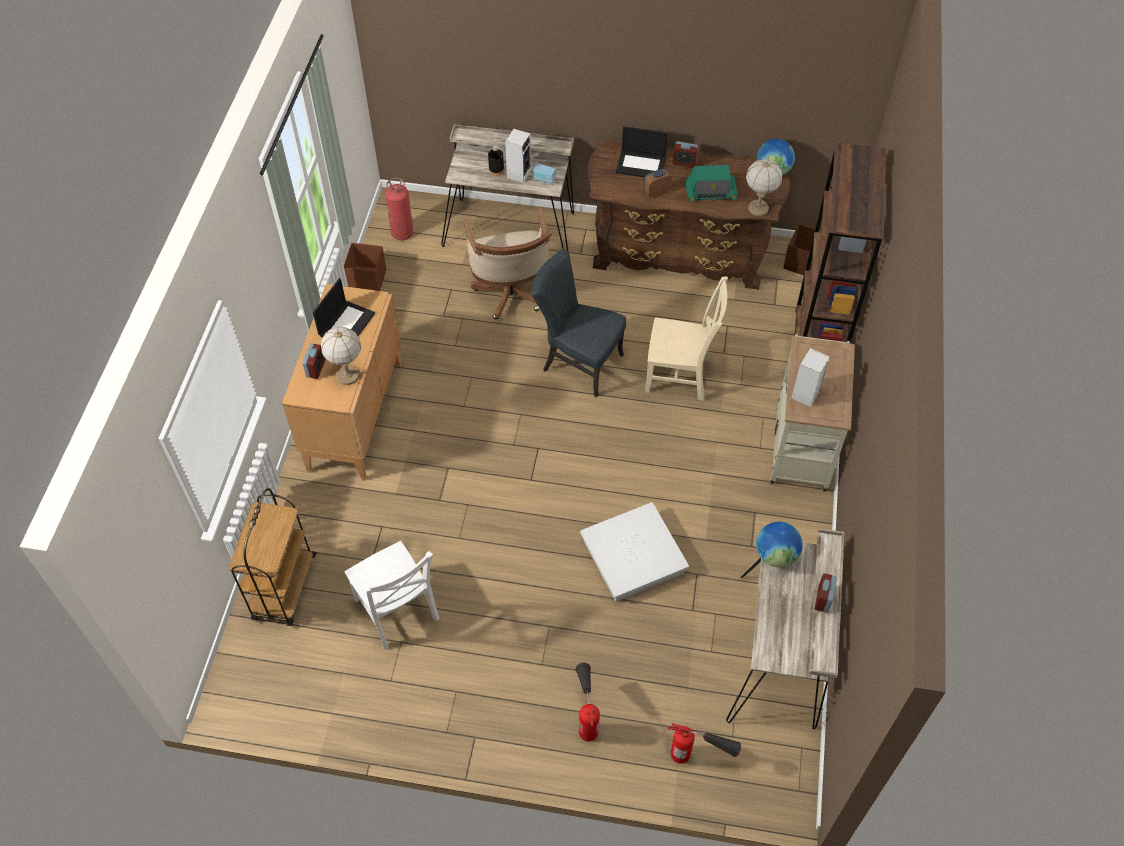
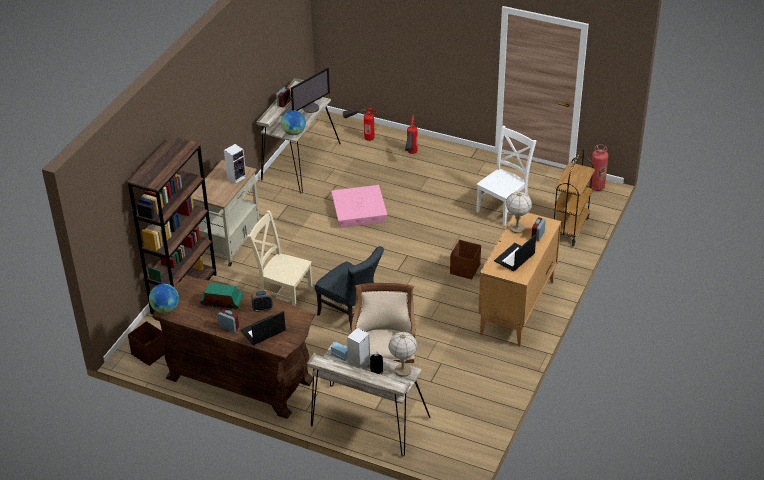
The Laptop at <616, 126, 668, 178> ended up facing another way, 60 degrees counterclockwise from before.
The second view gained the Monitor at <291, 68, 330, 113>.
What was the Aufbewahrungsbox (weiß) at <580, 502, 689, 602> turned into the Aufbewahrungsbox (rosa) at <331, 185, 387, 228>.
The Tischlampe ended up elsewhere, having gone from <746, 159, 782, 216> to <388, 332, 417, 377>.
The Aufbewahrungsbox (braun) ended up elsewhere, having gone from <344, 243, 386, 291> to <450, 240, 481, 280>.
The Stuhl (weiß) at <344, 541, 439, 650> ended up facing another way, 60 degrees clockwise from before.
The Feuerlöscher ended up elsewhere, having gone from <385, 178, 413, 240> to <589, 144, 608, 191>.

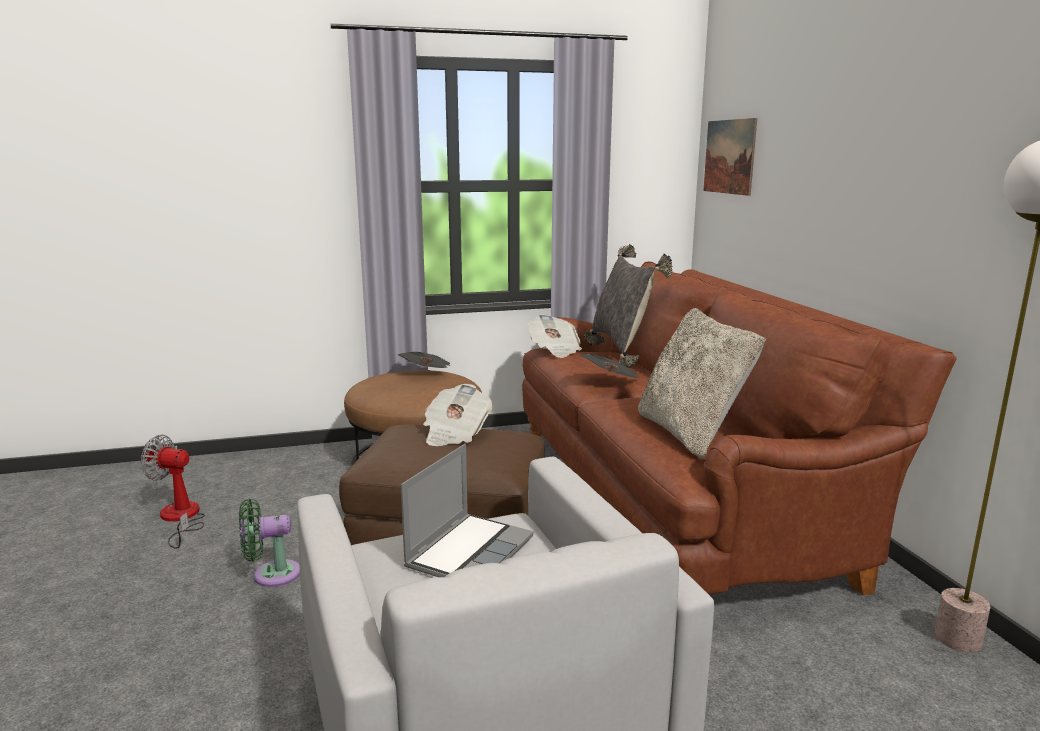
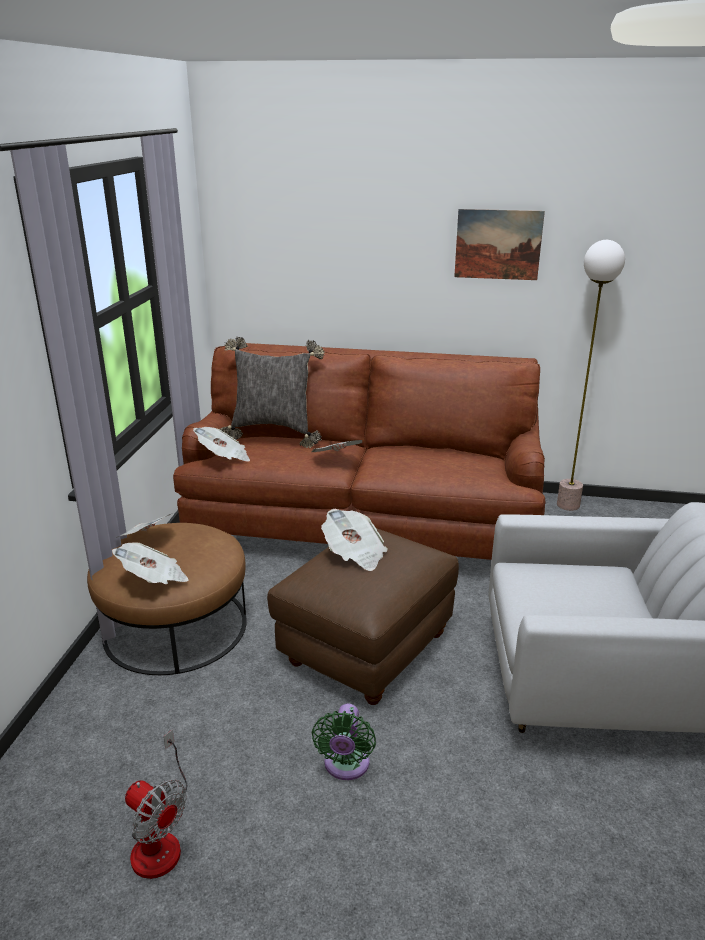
The second view gained the Zeitung at <112, 542, 189, 584>.
The Ventilator at <141, 435, 205, 549> ended up facing another way, 90 degrees counterclockwise from before.
The Bild ended up elsewhere, having gone from <703, 118, 757, 196> to <454, 209, 545, 280>.
The second view lost the Laptop at <400, 444, 534, 577>.
The second view lost the Kissen (beige) at <638, 308, 766, 458>.

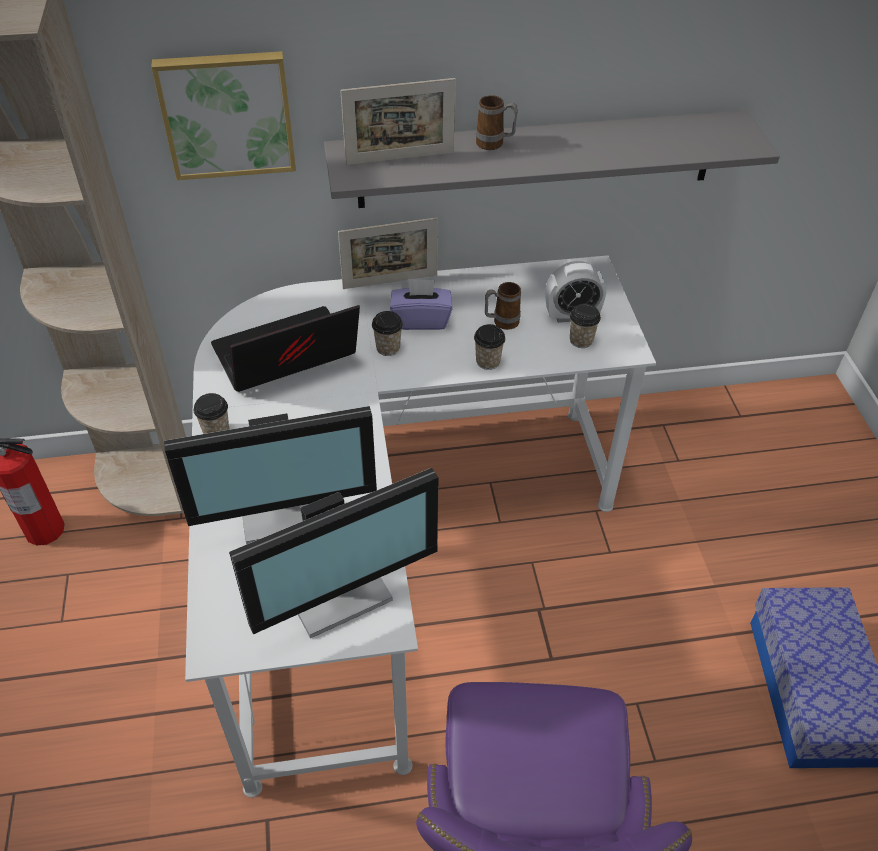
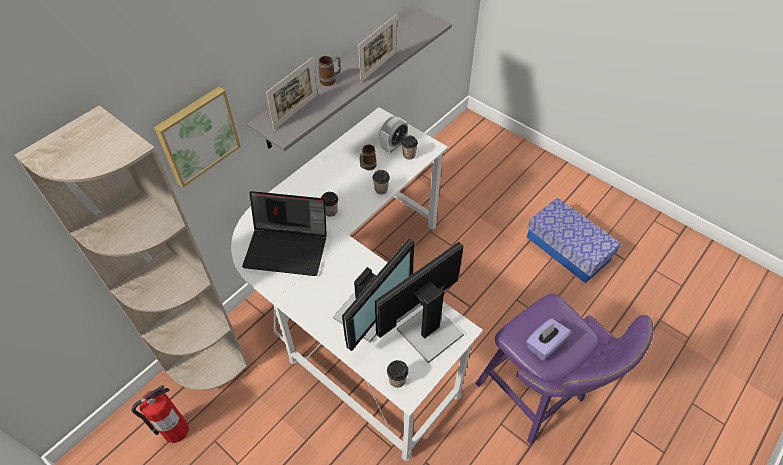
The Laptop at <211, 305, 360, 392> ended up facing another way, 105 degrees counterclockwise from before.
The Bilderrahmen ended up elsewhere, having gone from <338, 218, 438, 289> to <358, 15, 397, 83>.
The Monitor at <229, 468, 439, 638> ended up facing another way, 150 degrees counterclockwise from before.
The Tasse ended up elsewhere, having gone from <194, 393, 229, 434> to <387, 360, 409, 388>.
The Taschentuchbox (lila) ended up elsewhere, having gone from <390, 279, 452, 330> to <526, 318, 571, 361>.

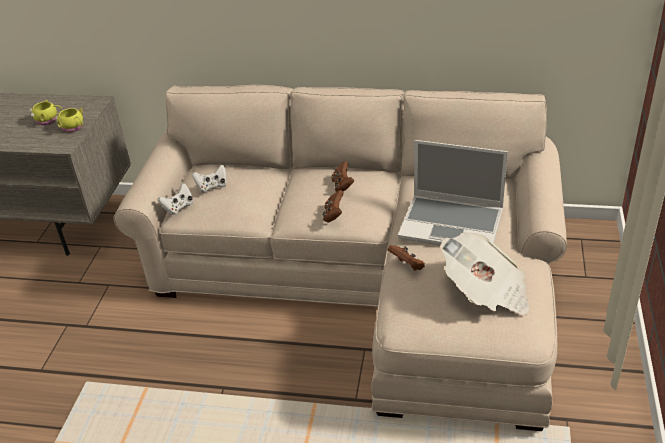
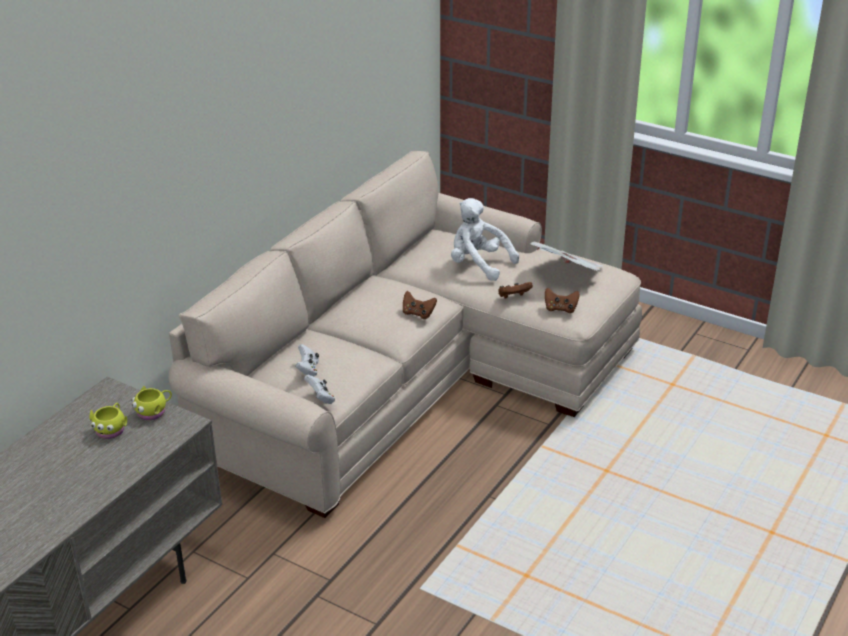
Where the Laptop stood at <398, 140, 508, 246>, the Plüschtier (weiß) came to stand at <451, 198, 519, 281>.
The Gamepad (braun) ended up elsewhere, having gone from <331, 161, 354, 192> to <545, 288, 579, 313>.

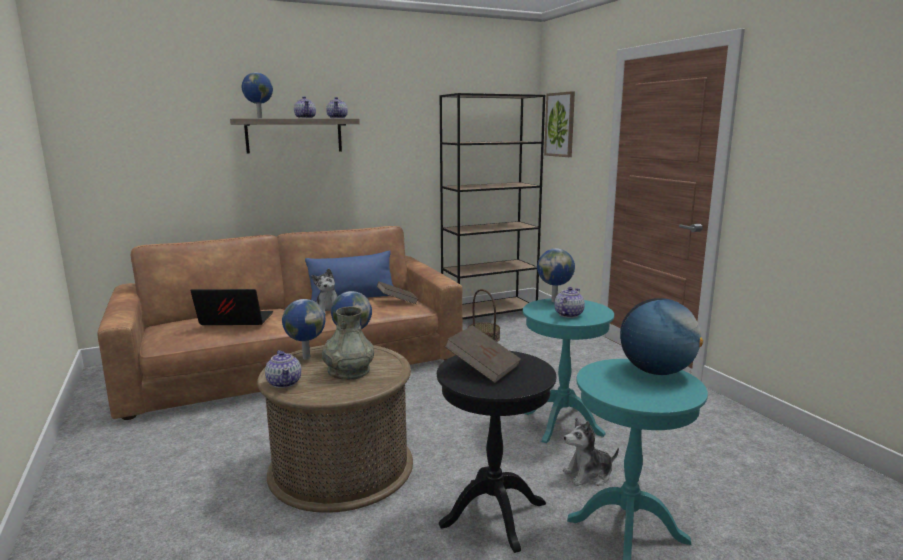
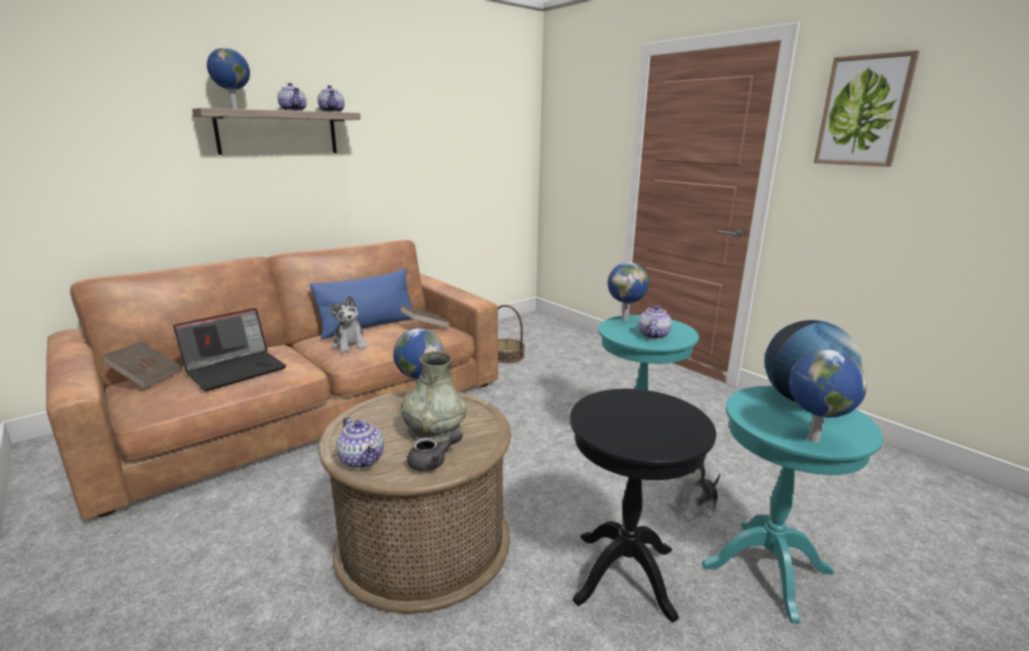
The Buch (braun) ended up elsewhere, having gone from <444, 325, 521, 383> to <103, 341, 182, 388>.
The Laptop at <190, 289, 273, 325> ended up facing another way, 150 degrees clockwise from before.
The second view gained the Teekanne (grau) at <407, 430, 463, 471>.
The Globus ended up elsewhere, having gone from <282, 299, 325, 360> to <789, 350, 867, 443>.
The Bild ended up elsewhere, having gone from <544, 91, 575, 157> to <814, 50, 919, 167>.
The second view lost the Bücherregal (beige) at <440, 93, 545, 320>.

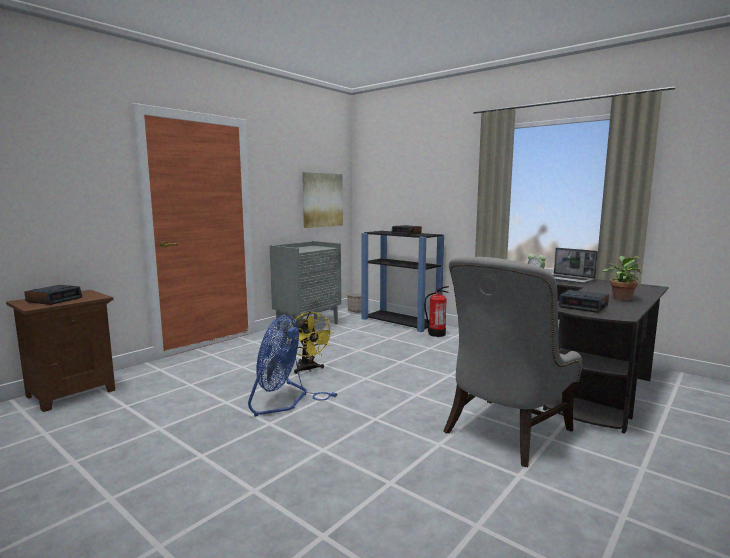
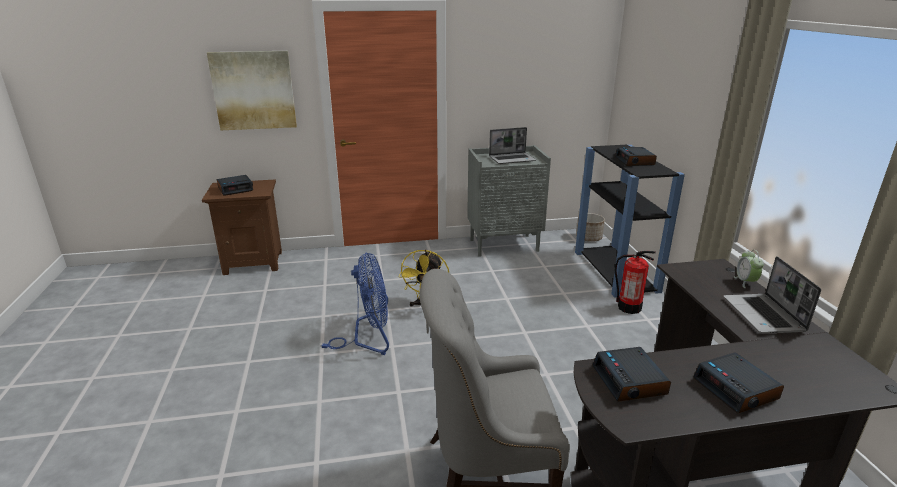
The Bild ended up elsewhere, having gone from <302, 172, 343, 228> to <207, 51, 297, 130>.
The Ventilator (blau) at <248, 315, 337, 417> ended up facing another way, 120 degrees clockwise from before.
The second view gained the Laptop at <489, 127, 536, 164>.
Where the Topfpflanze stood at <602, 256, 641, 301>, the Wecker came to stand at <693, 352, 784, 413>.

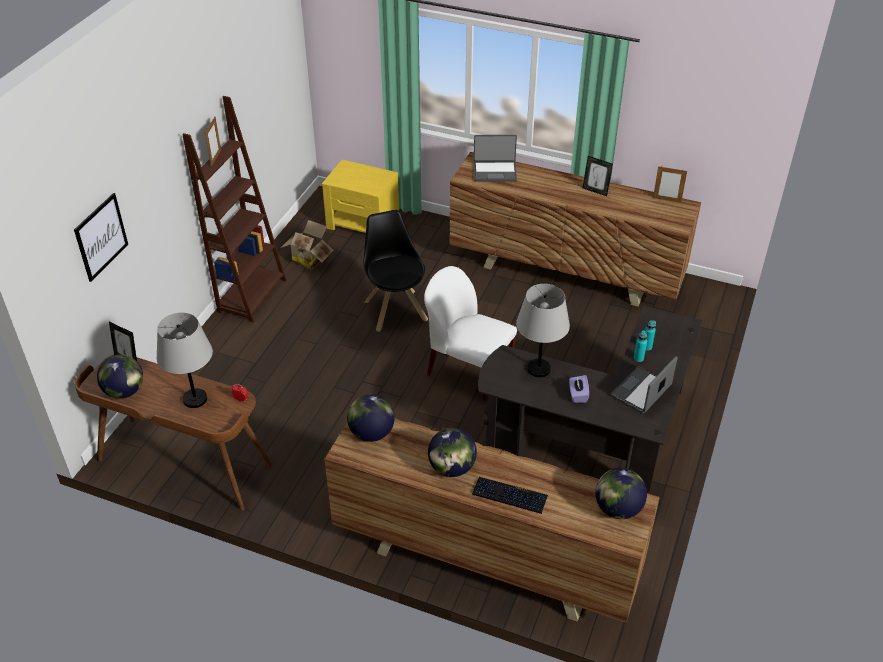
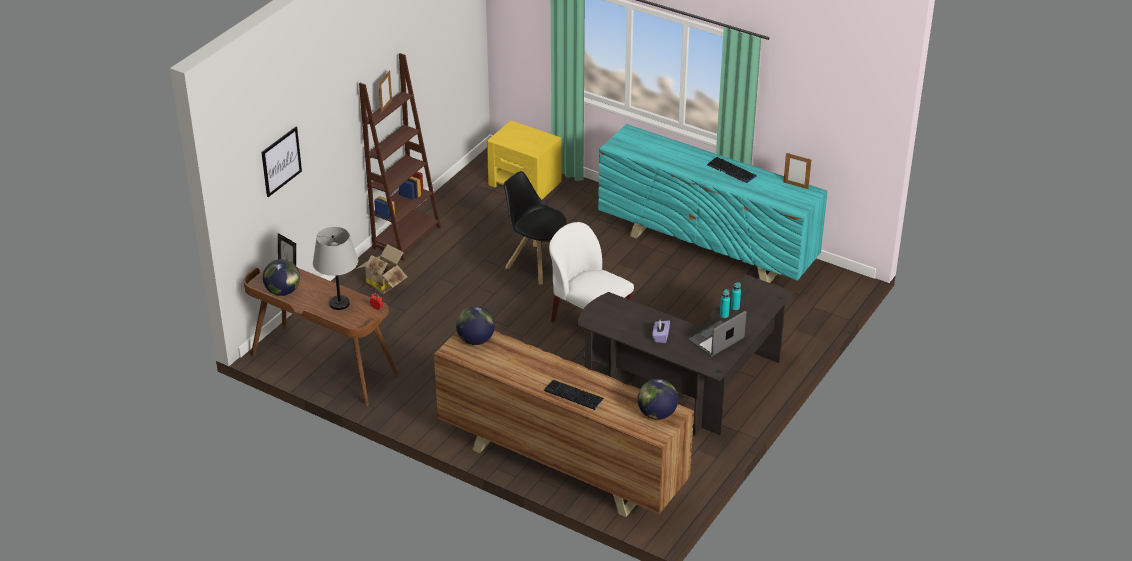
The Karton ended up elsewhere, having gone from <281, 220, 334, 270> to <356, 244, 407, 294>.
The Stuhl (schwarz) at <364, 210, 428, 332> ended up facing another way, 45 degrees counterclockwise from before.
What was the Schrank (braun) at <450, 152, 701, 307> turned into the Schrank (türkis) at <598, 124, 828, 283>.
Where the Bilderrahmen stood at <583, 156, 613, 196>, the Tastatur came to stand at <707, 157, 757, 183>.
The second view lost the Globus at <428, 428, 477, 477>.
The second view lost the Laptop at <474, 135, 517, 182>.
The second view lost the Tischlampe (grau) at <516, 284, 570, 377>.

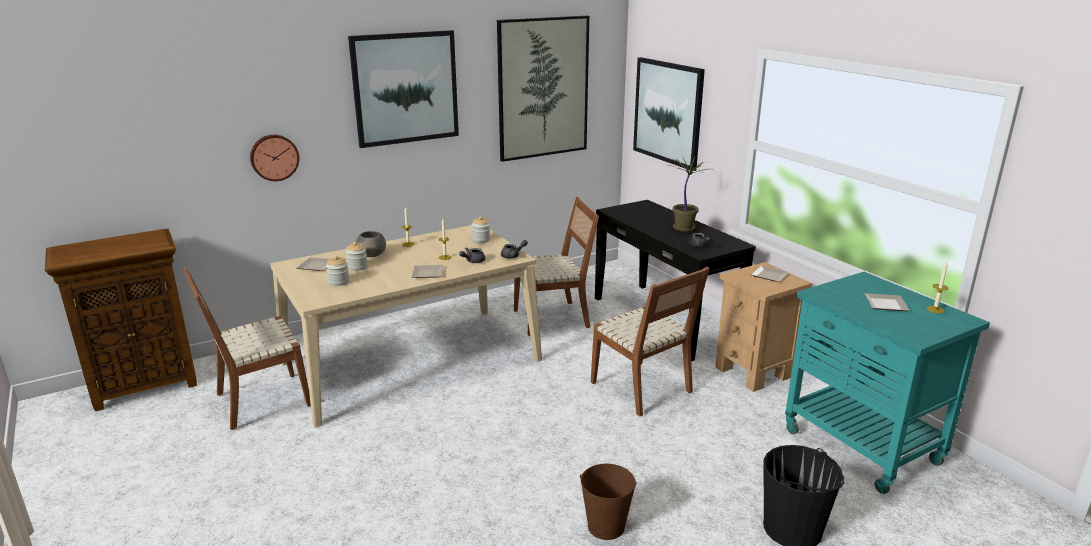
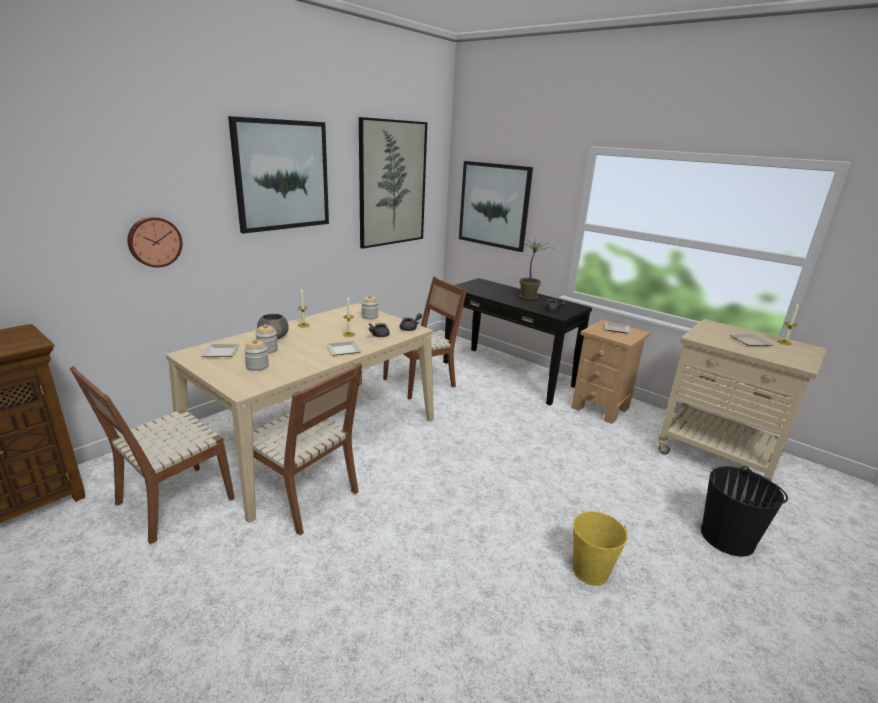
The Stuhl ended up elsewhere, having gone from <591, 267, 709, 416> to <253, 363, 362, 535>.
What was the Eimer (braun) at <580, 464, 637, 540> turned into the Eimer (gelb) at <573, 511, 628, 586>.
What was the Rollwagen (türkis) at <785, 272, 990, 494> turned into the Rollwagen (beige) at <658, 319, 827, 481>.

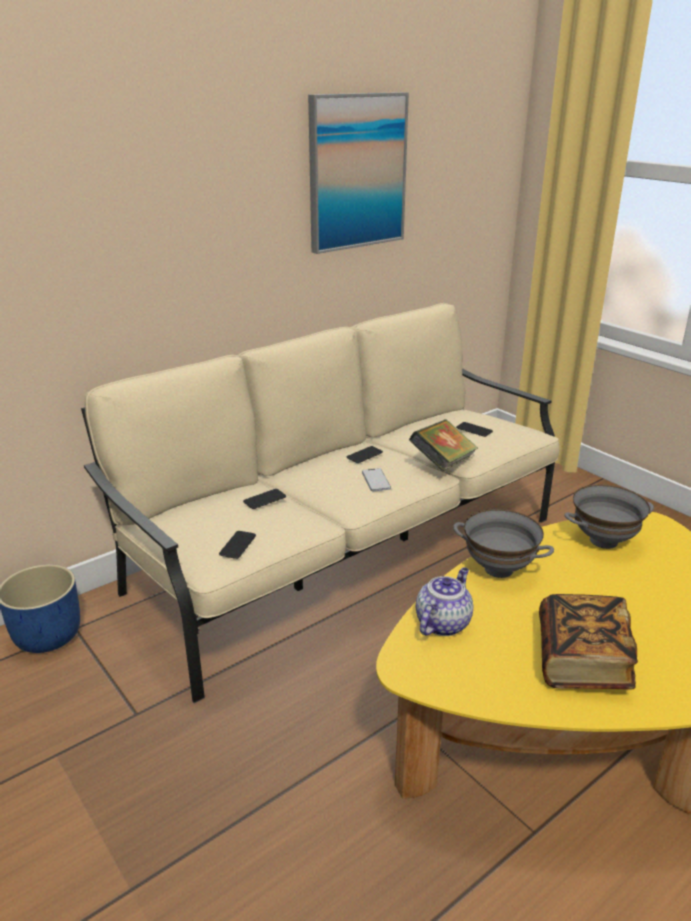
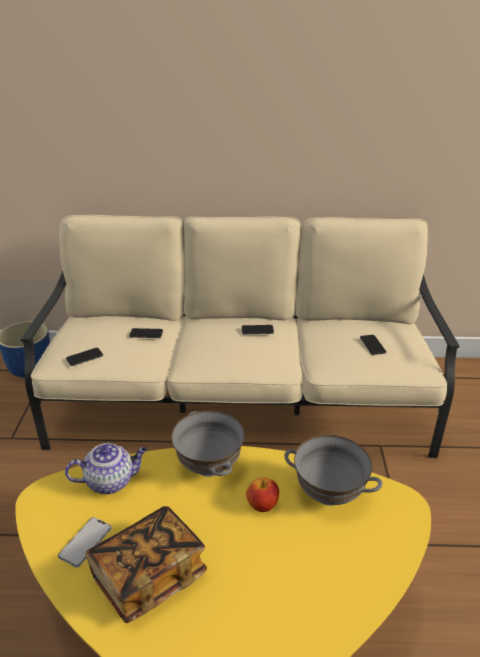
The Handy ended up elsewhere, having gone from <362, 468, 391, 491> to <58, 517, 112, 568>.
The second view gained the Apfel at <246, 477, 279, 512>.
The second view lost the Bild at <308, 92, 409, 254>.
The second view lost the Buch at <409, 419, 478, 471>.

